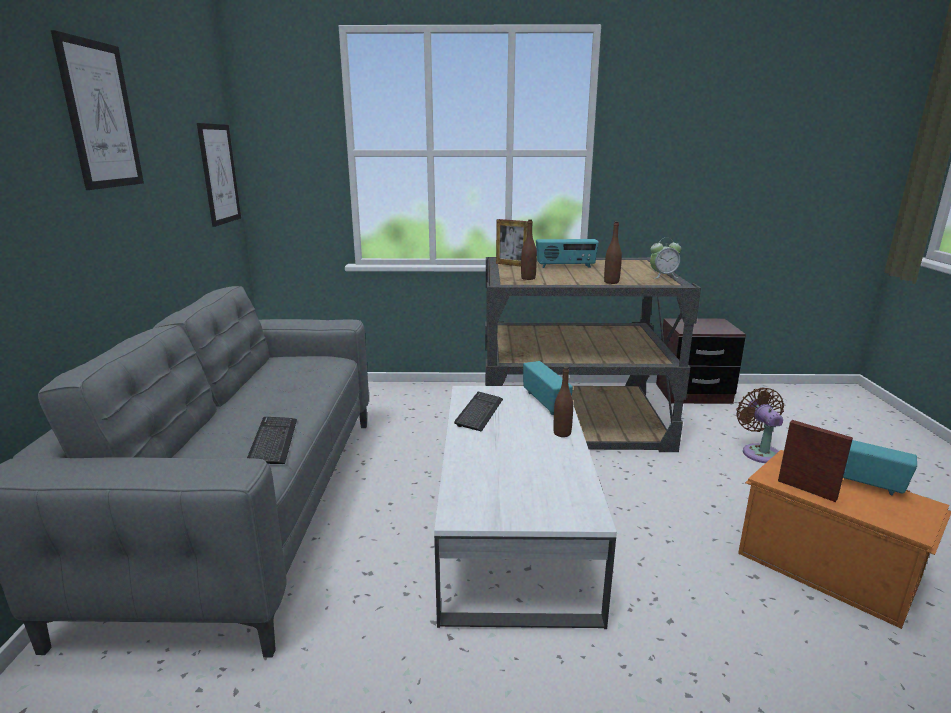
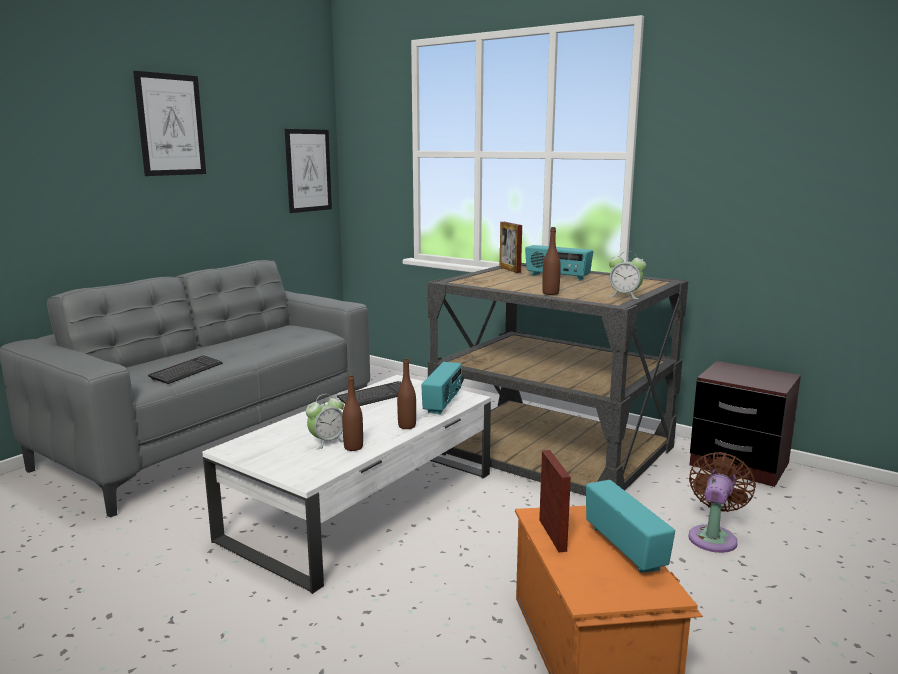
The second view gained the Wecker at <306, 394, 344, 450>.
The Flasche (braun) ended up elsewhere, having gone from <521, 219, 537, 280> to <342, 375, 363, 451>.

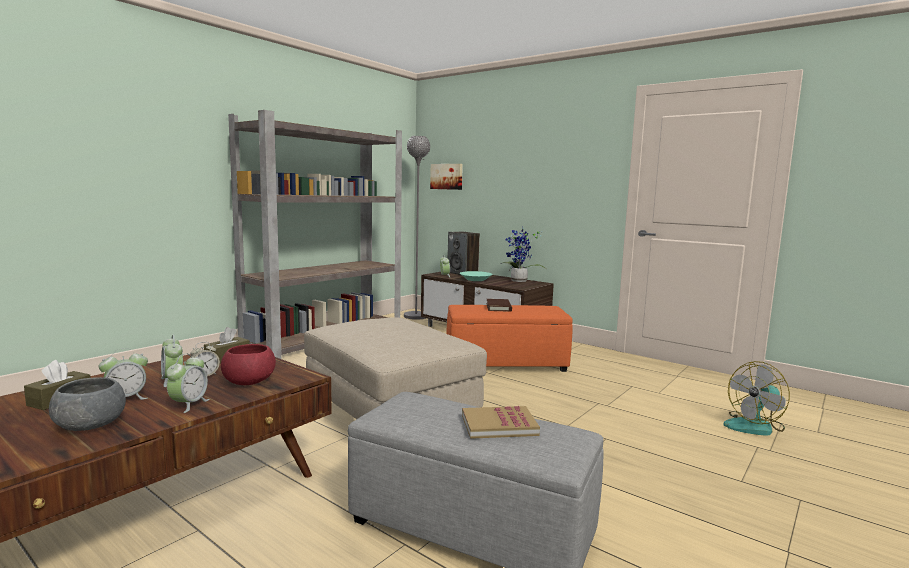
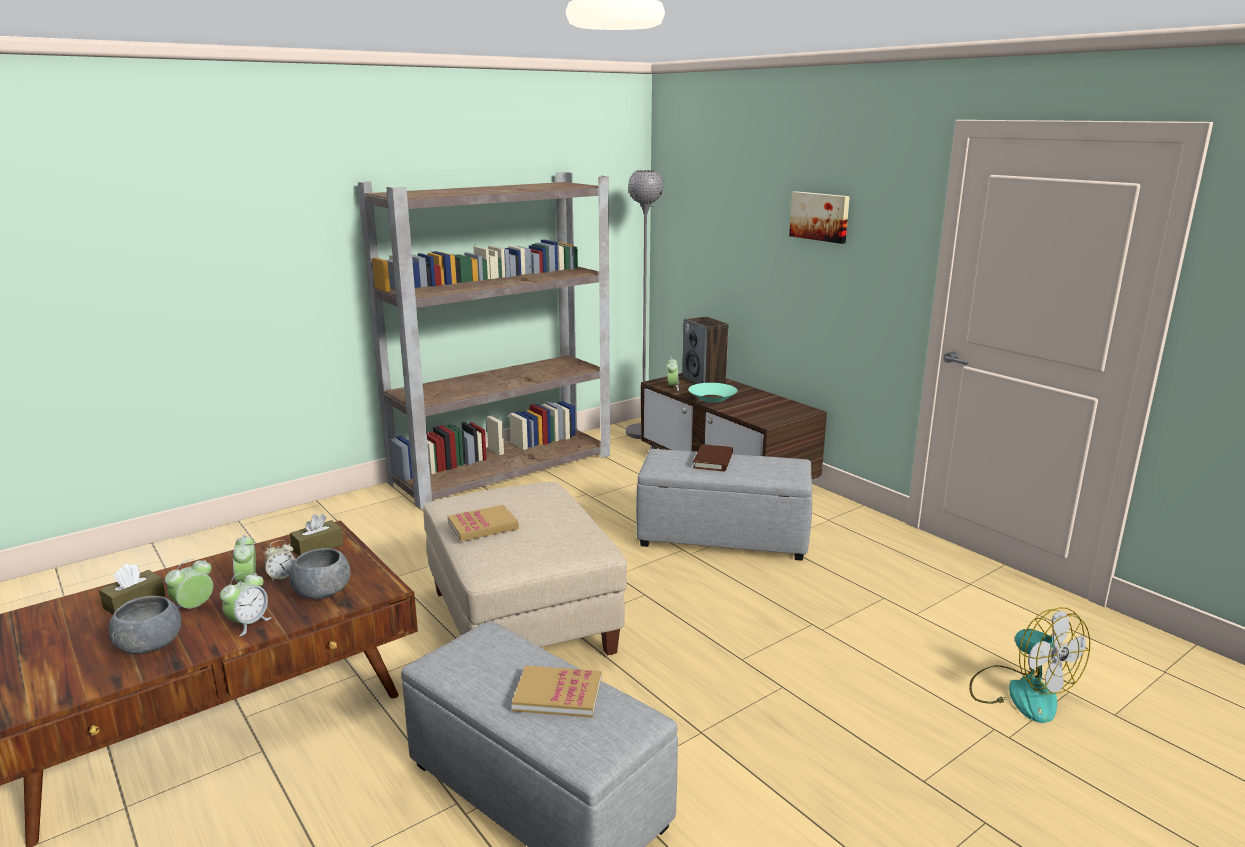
The Wecker at <99, 348, 148, 400> ended up facing another way, 150 degrees clockwise from before.
What was the Schüssel (rot) at <221, 344, 276, 385> turned into the Schüssel (grau) at <289, 548, 351, 599>.
The second view gained the Buch at <448, 505, 519, 541>.
What was the Polsterhocker (orange) at <446, 305, 573, 372> turned into the Polsterhocker (grau) at <636, 449, 812, 561>.
The Bild ended up elsewhere, having gone from <430, 164, 463, 190> to <789, 191, 850, 244>.
The Ventilator at <723, 361, 790, 436> ended up facing another way, 105 degrees counterclockwise from before.
The second view lost the Topfpflanze at <501, 227, 546, 282>.

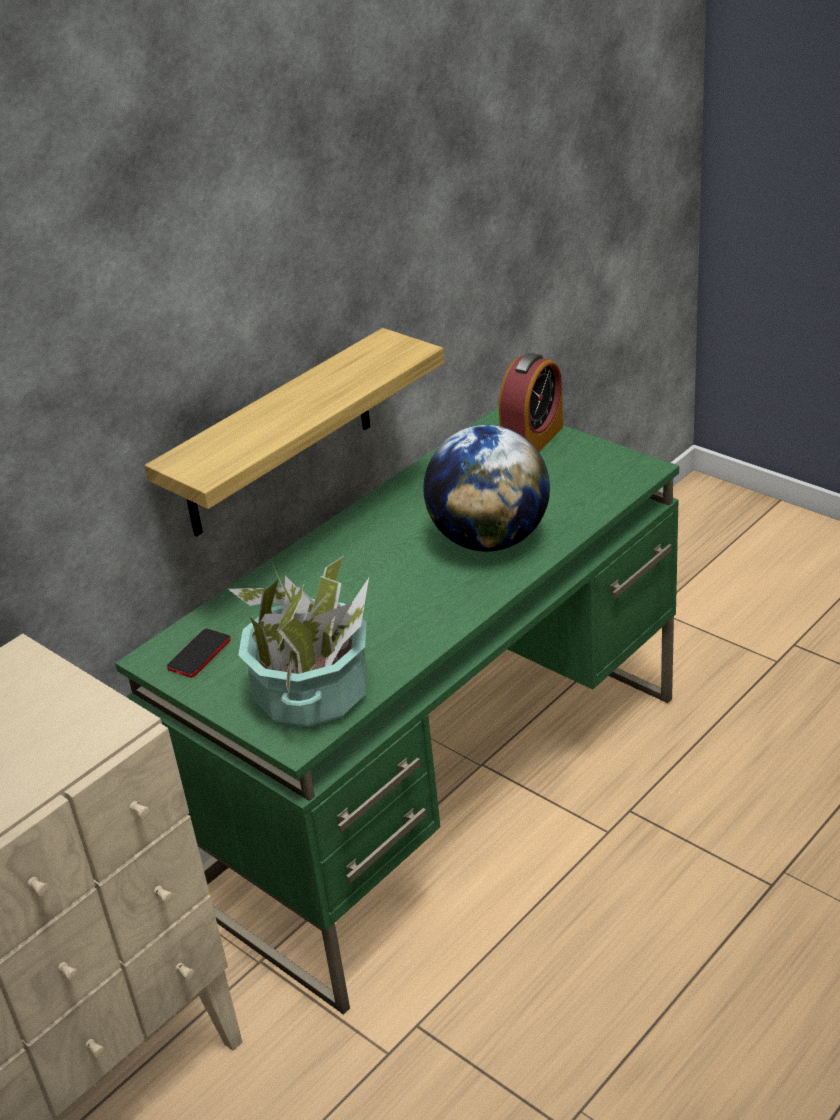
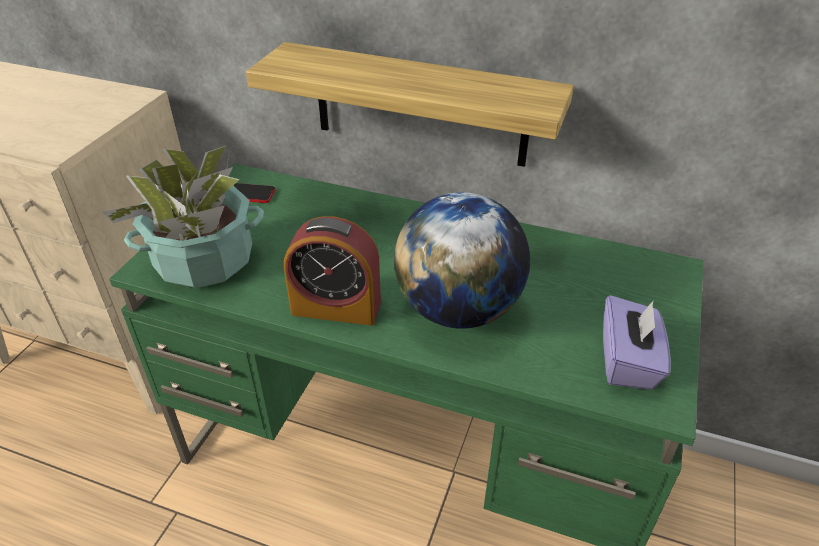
The Wecker ended up elsewhere, having gone from <499, 353, 563, 452> to <284, 216, 381, 326>.
The second view gained the Taschentuchbox (lila) at <603, 295, 671, 390>.

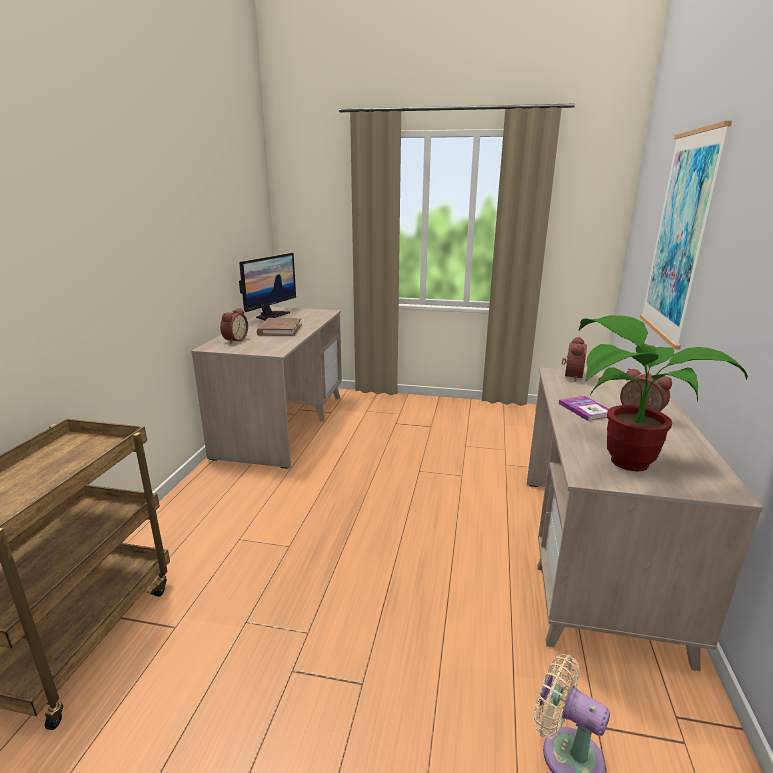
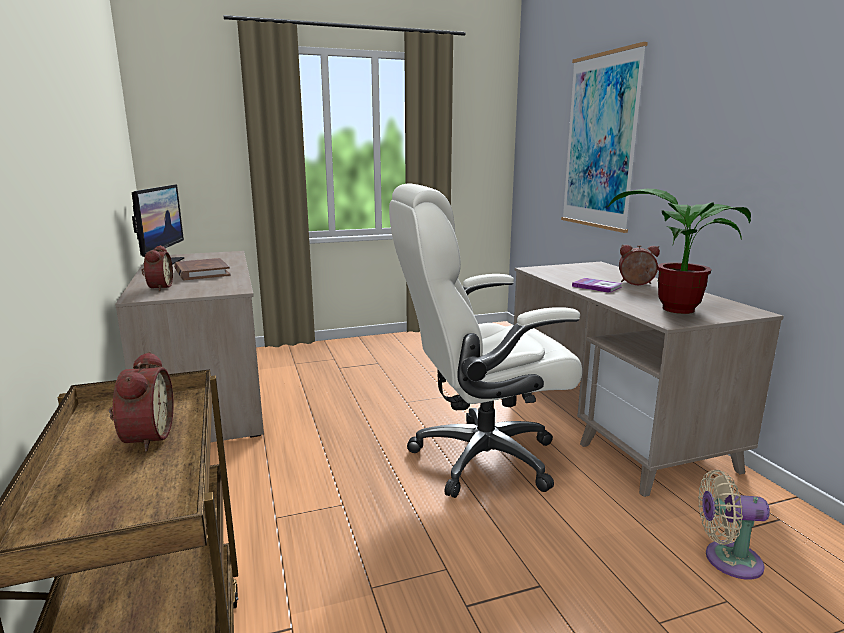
The Wecker ended up elsewhere, having gone from <562, 337, 587, 381> to <109, 351, 174, 452>.
The second view gained the Bürostuhl (weiß) at <389, 184, 582, 498>.

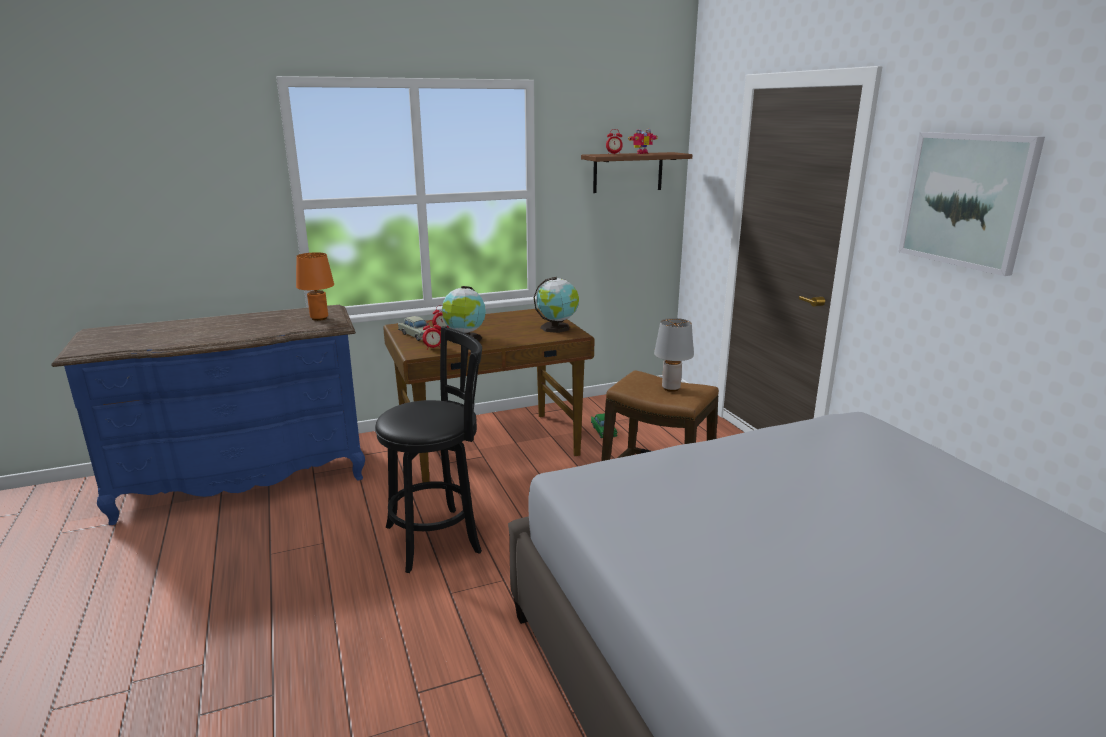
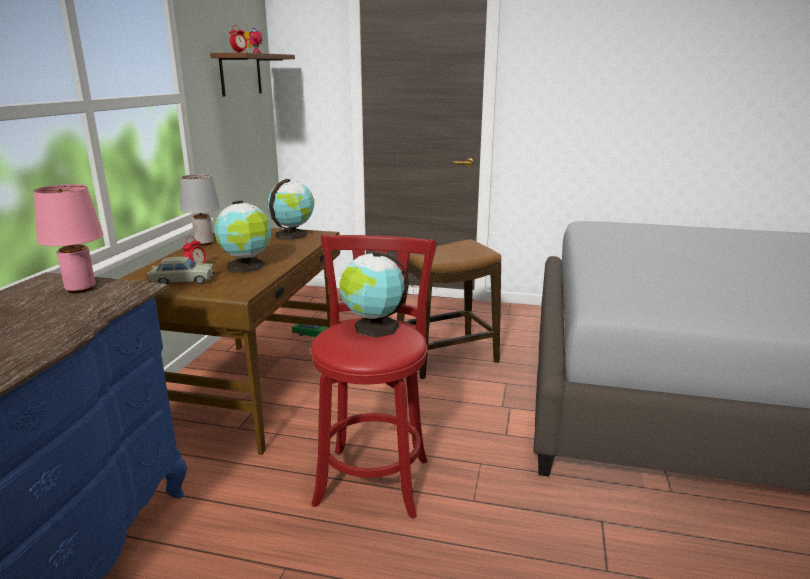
What was the Tischlampe (orange) at <296, 252, 334, 321> turned into the Tischlampe (rosa) at <33, 184, 103, 293>.
The Tischlampe (grau) ended up elsewhere, having gone from <654, 318, 694, 392> to <180, 174, 220, 246>.
What was the Hocker (schwarz) at <375, 326, 482, 573> turned into the Hocker (rot) at <311, 234, 437, 519>.
The second view gained the Globus at <340, 252, 409, 337>.
The second view lost the Wecker at <423, 320, 441, 349>.
The second view lost the Bild at <898, 132, 1045, 276>.

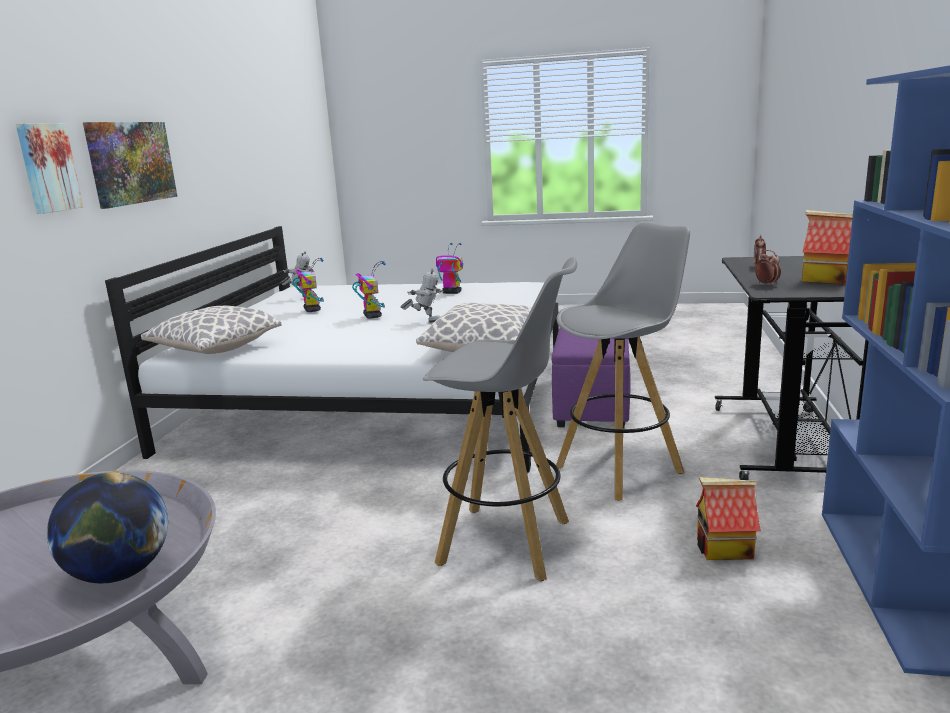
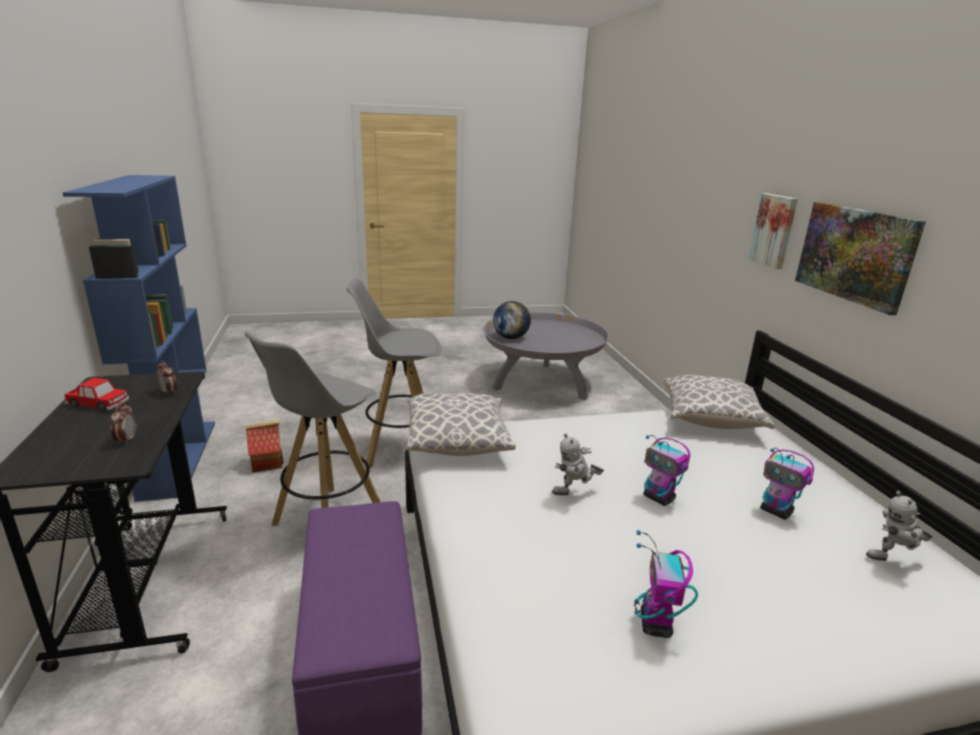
Where the Spielzeughaus stood at <802, 210, 853, 285>, the Spielzeugauto came to stand at <64, 378, 130, 411>.
The Spielzeugroboter at <436, 243, 463, 294> ended up facing another way, 105 degrees clockwise from before.

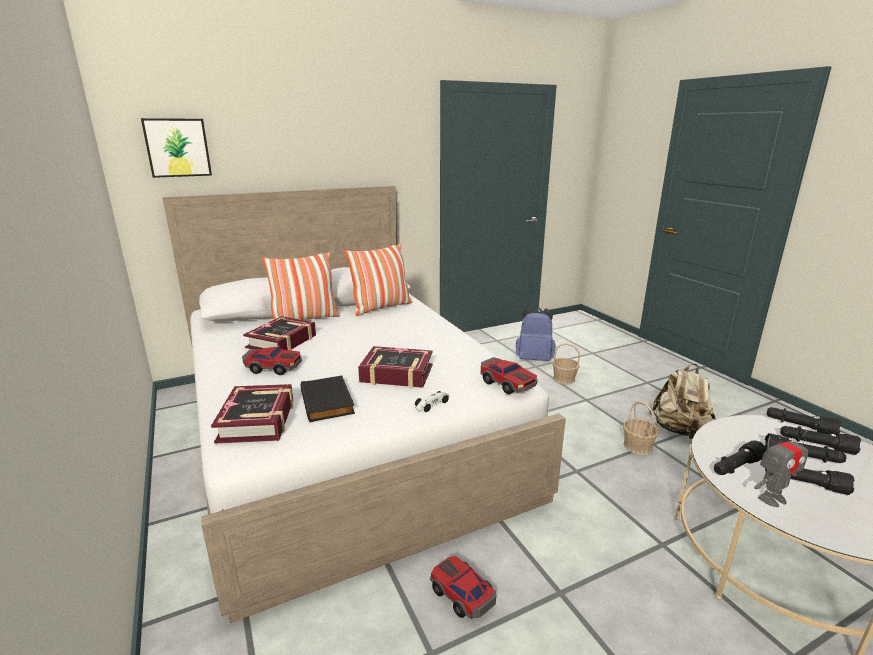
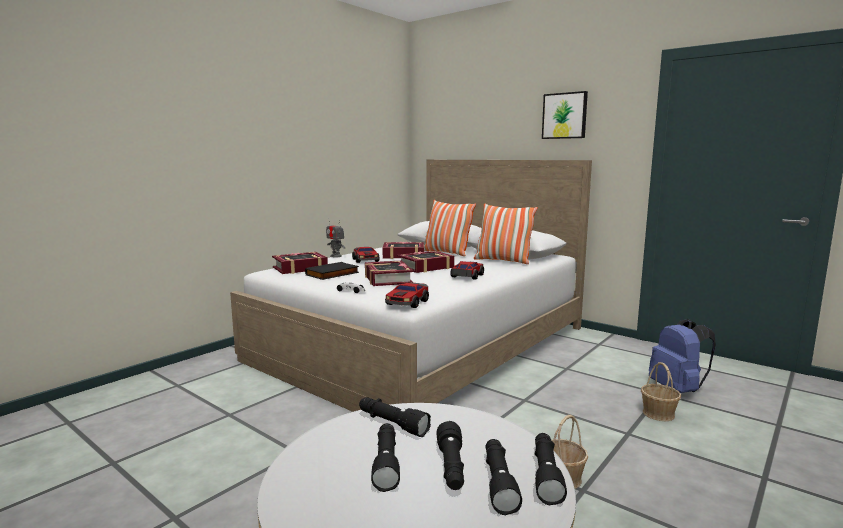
The Spielzeugroboter ended up elsewhere, having gone from <754, 431, 808, 507> to <326, 218, 345, 258>.
The second view gained the Buch at <397, 251, 455, 273>.
The Spielzeugauto ended up elsewhere, having gone from <430, 556, 496, 619> to <450, 261, 484, 280>.
The Bild ended up elsewhere, having gone from <141, 118, 212, 178> to <542, 91, 588, 139>.
The second view lost the Rucksack (beige) at <649, 364, 715, 439>.

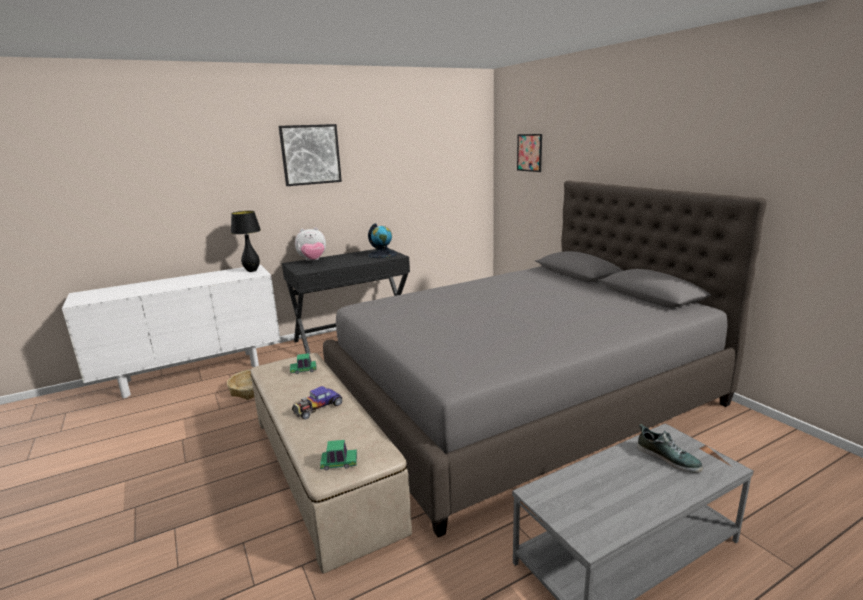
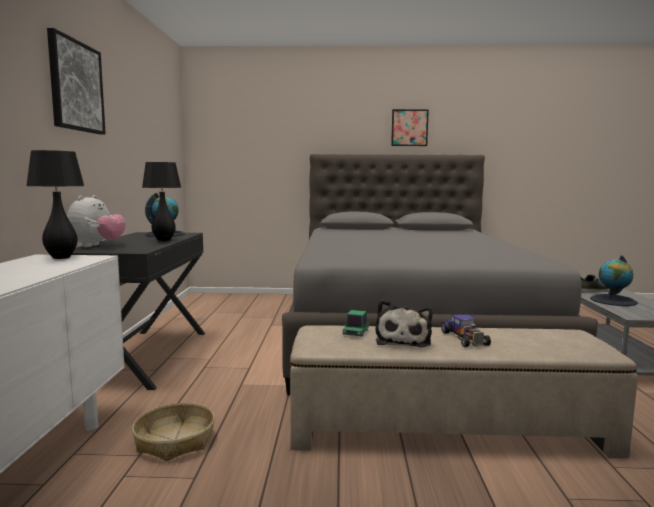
The second view gained the Tischlampe (schwarz) at <142, 162, 181, 241>.
The second view gained the Plüschtier at <375, 299, 433, 347>.
The Bild ended up elsewhere, having gone from <517, 134, 542, 172> to <391, 109, 429, 146>.
The second view gained the Globus at <590, 255, 638, 306>.
The second view lost the Spielzeugauto at <320, 440, 357, 470>.

